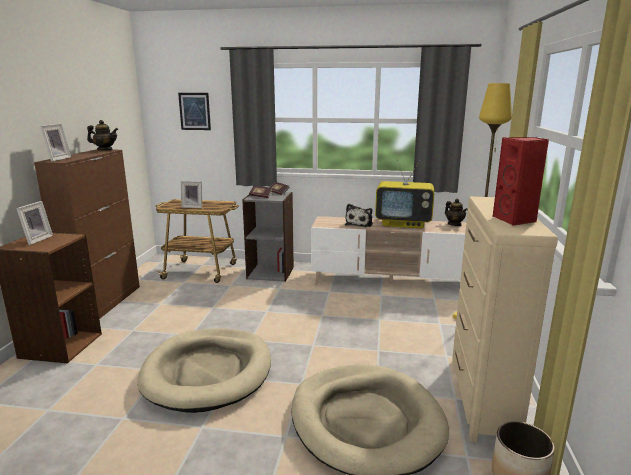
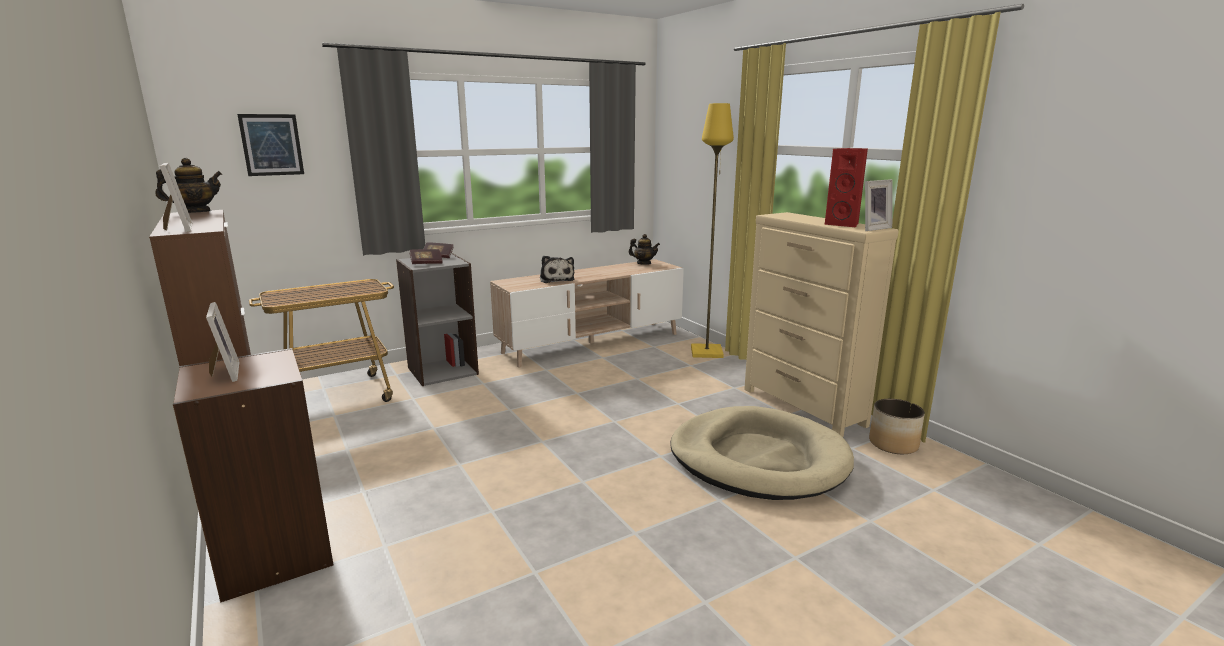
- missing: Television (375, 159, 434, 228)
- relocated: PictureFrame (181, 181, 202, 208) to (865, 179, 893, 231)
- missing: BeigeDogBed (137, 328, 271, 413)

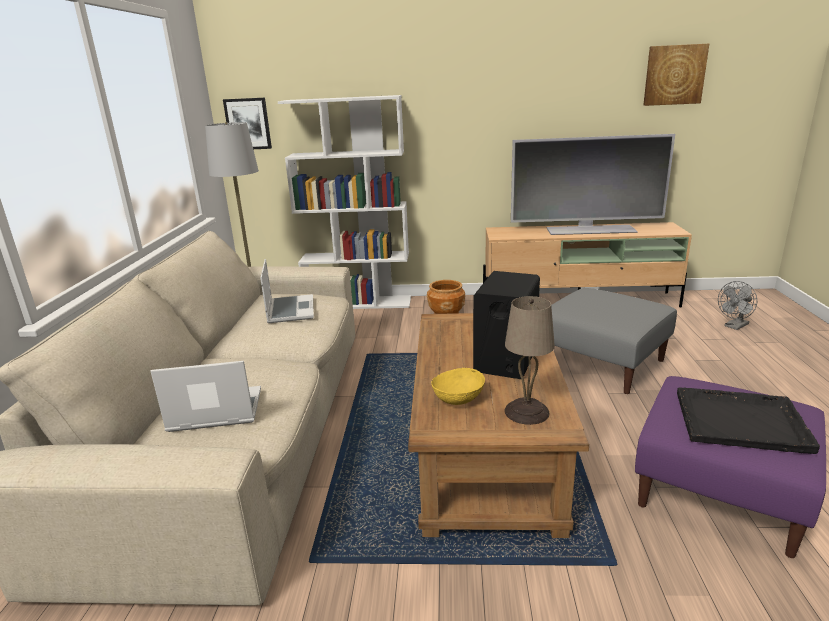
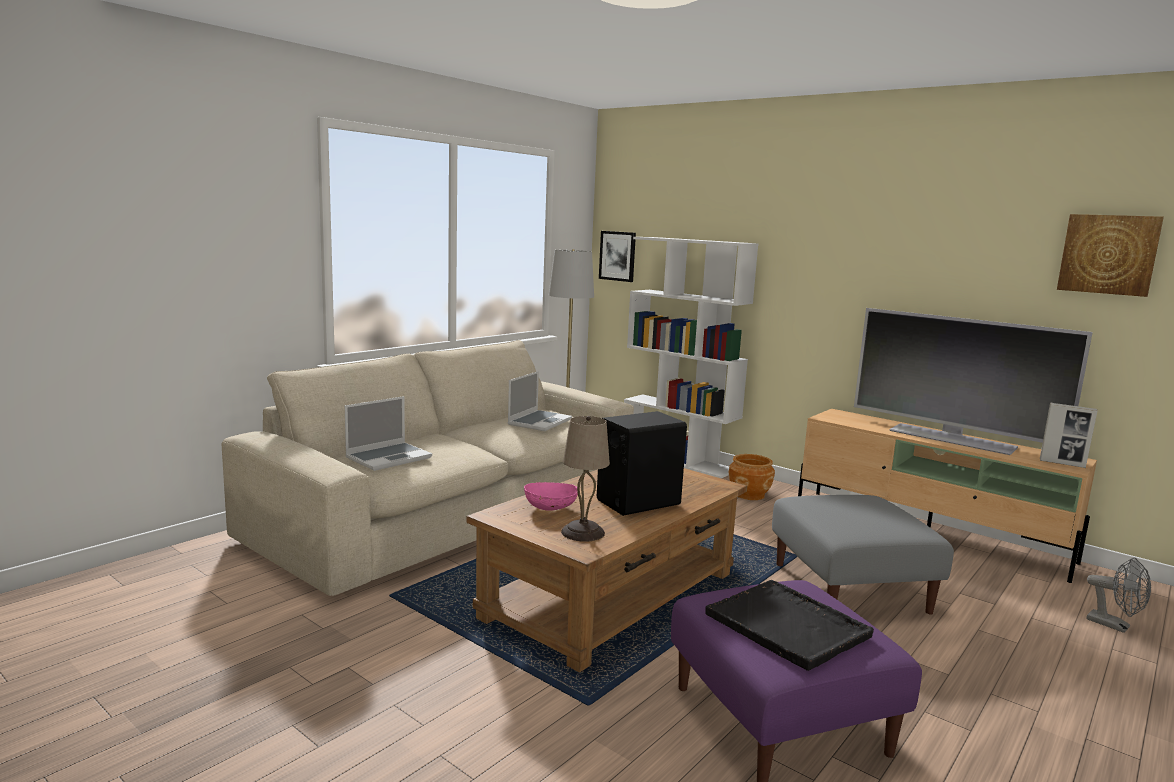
- spun: GreyFan (718, 281, 757, 330) = (1086, 558, 1151, 633) 135 degrees counterclockwise
- spun: Laptop (150, 361, 261, 432) = (345, 396, 432, 471) 105 degrees clockwise
- colour: YellowBowl (431, 368, 485, 405) to PinkBowl (524, 482, 578, 511)
- appeared: PictureFrame (1040, 402, 1098, 468)

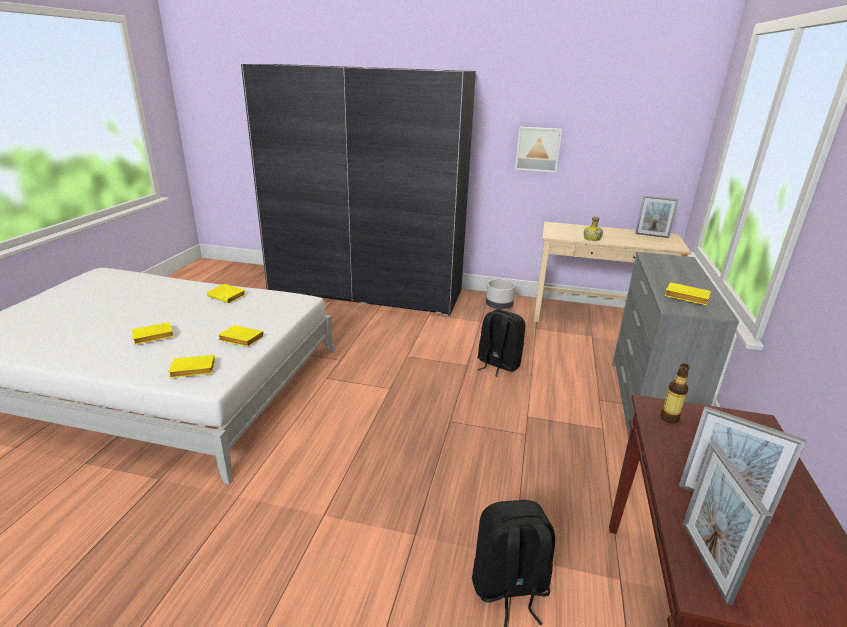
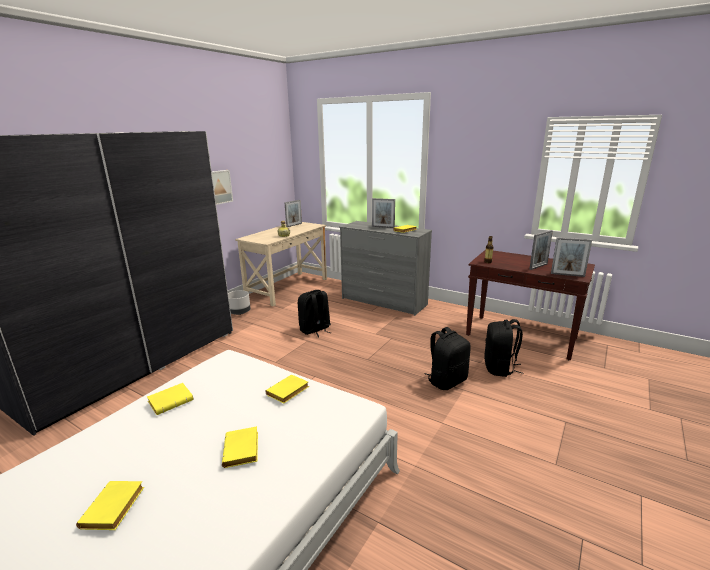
- relocated: YellowBook (169, 355, 215, 378) to (76, 481, 144, 530)
- appeared: PictureFrame (372, 198, 395, 228)
- appeared: BlackBackpack (424, 327, 471, 390)

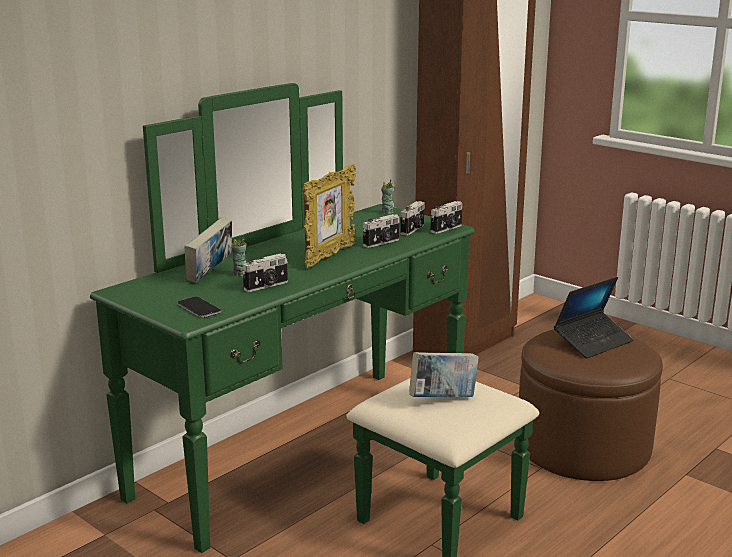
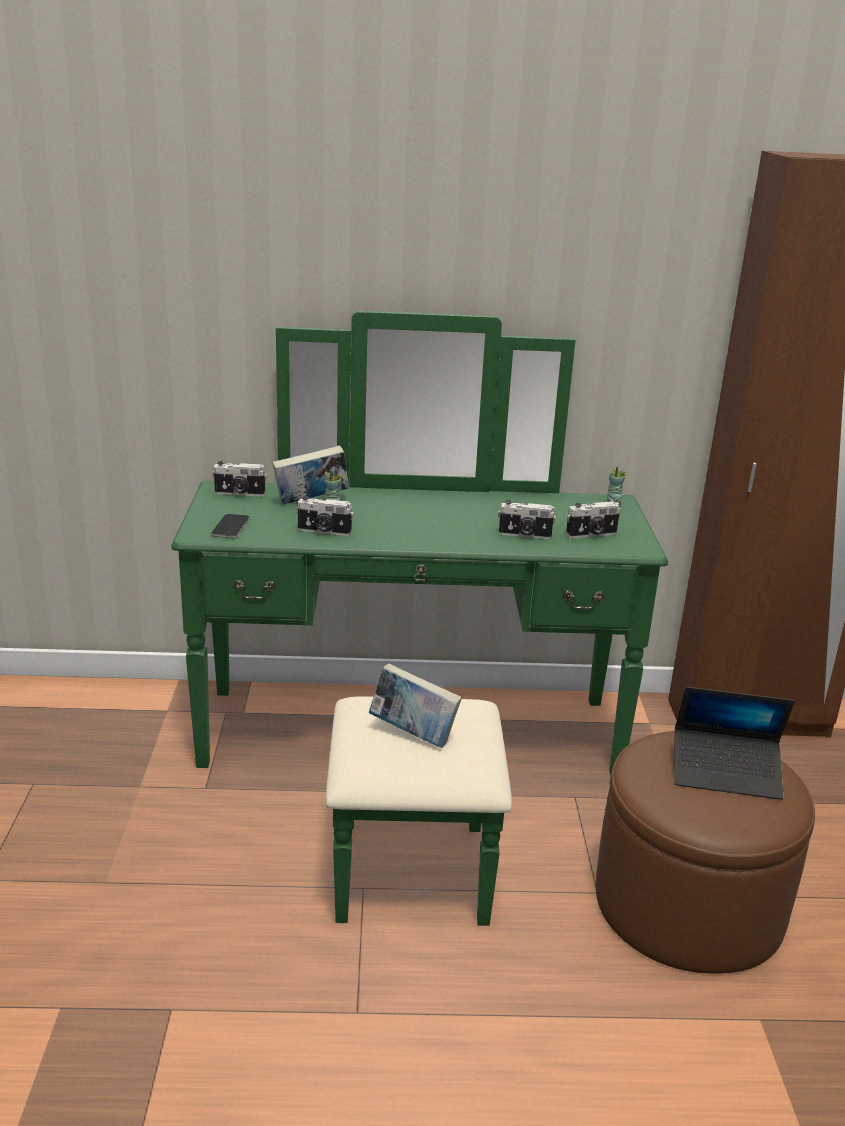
- missing: PictureFrame (303, 164, 356, 268)
- relocated: PhotoCamera (430, 201, 462, 234) to (212, 461, 267, 497)

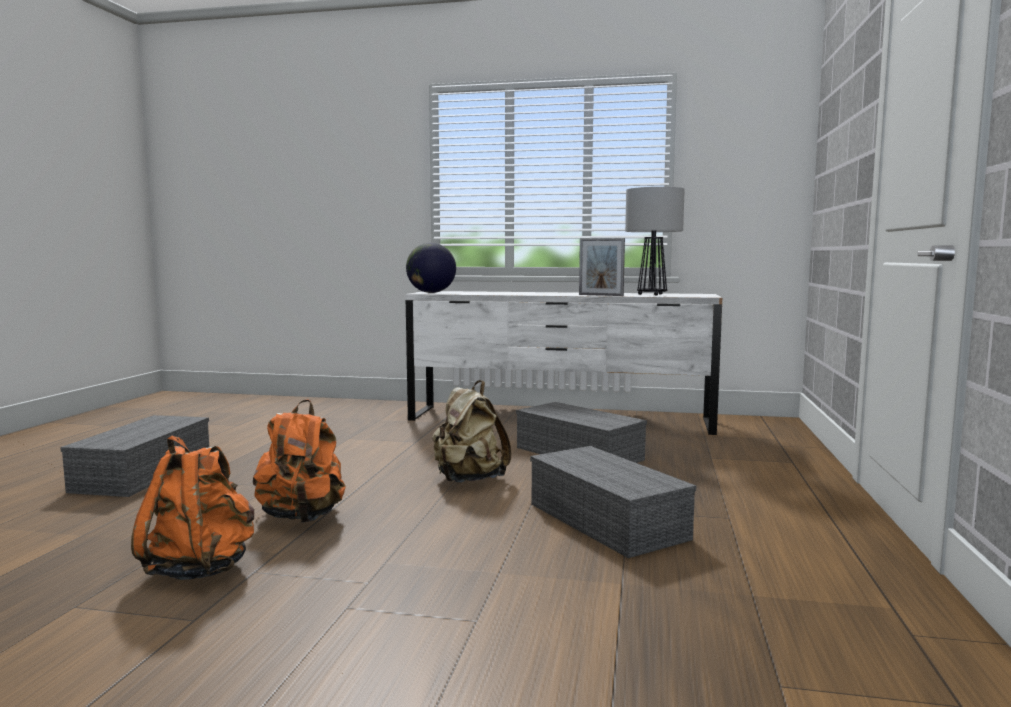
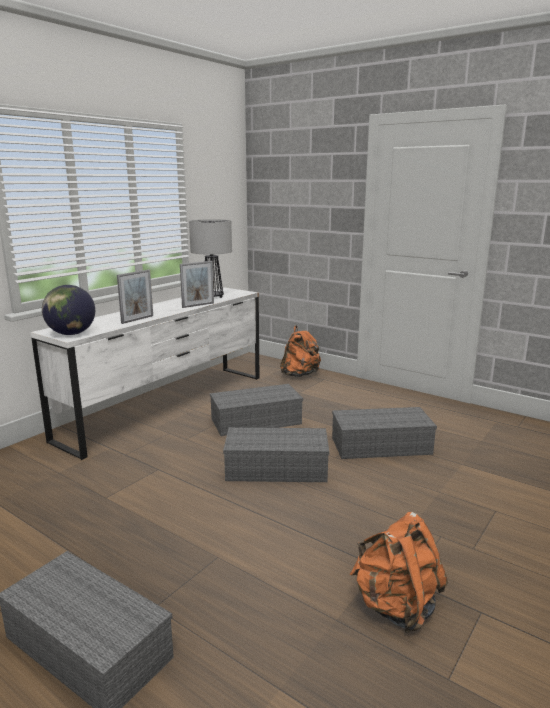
- exchanged: BeigeBackpack (432, 380, 511, 483) to GreyStorageBox (223, 427, 329, 482)
- relocated: OrangeBackpack (253, 399, 345, 523) to (280, 325, 321, 377)
- appeared: PictureFrame (117, 269, 153, 324)

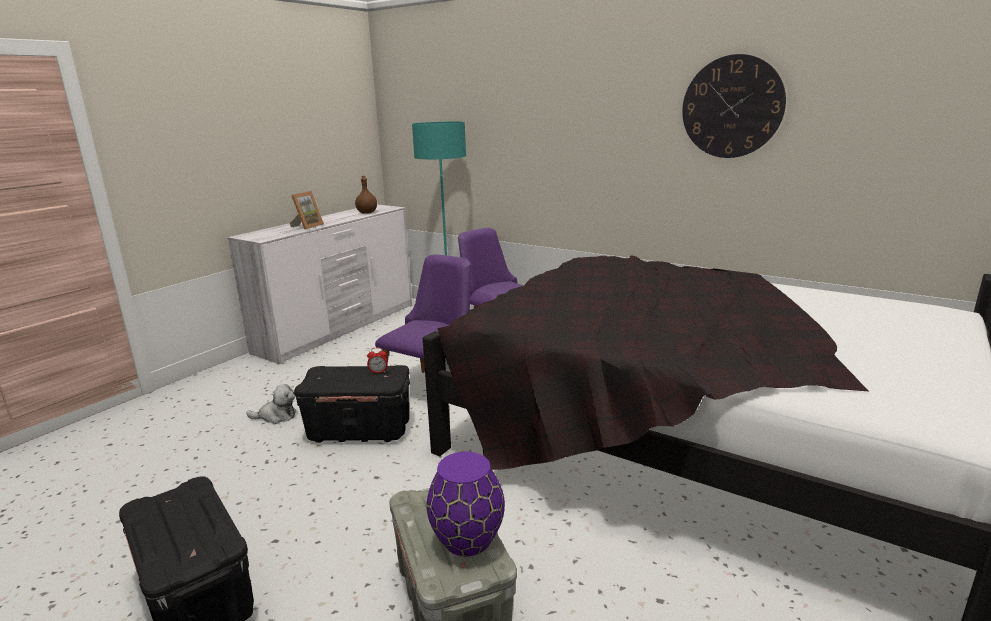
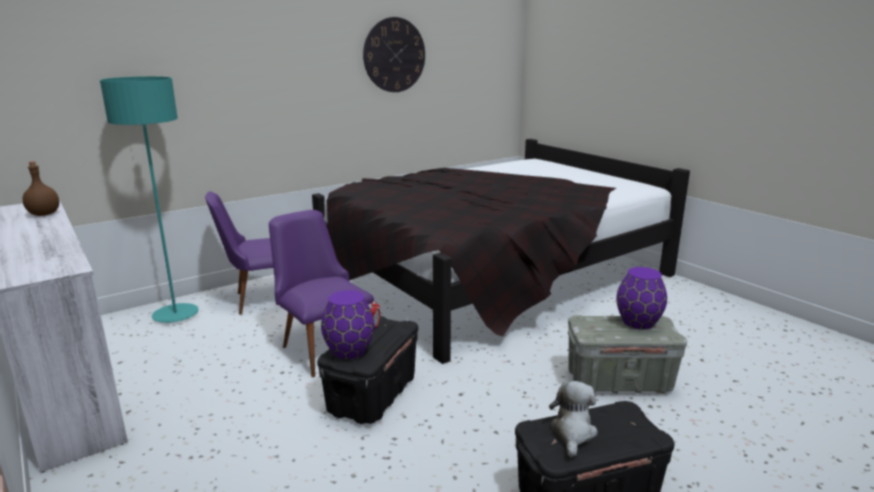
- missing: PictureFrame (290, 191, 324, 230)
- relocated: PlushToy (246, 384, 296, 424) to (549, 381, 598, 457)
- appeared: PurpleVase (321, 290, 374, 359)

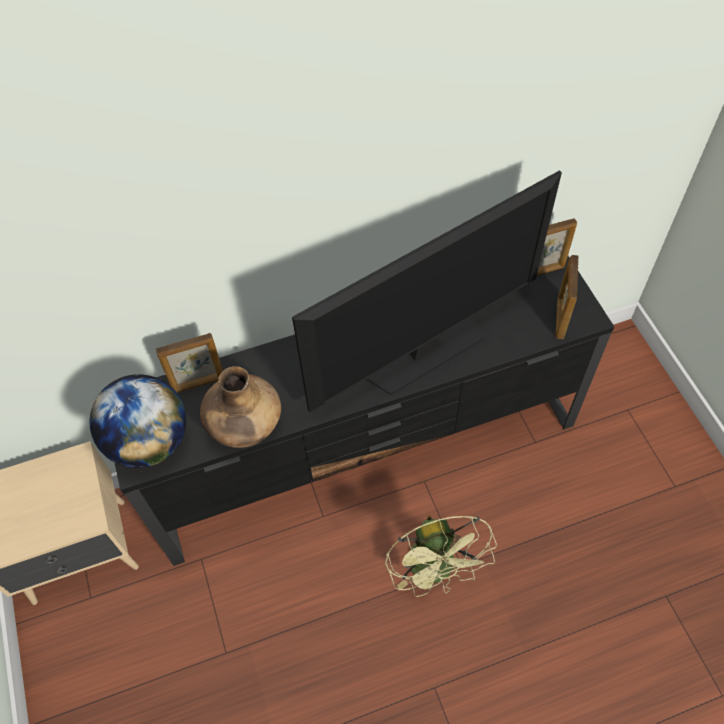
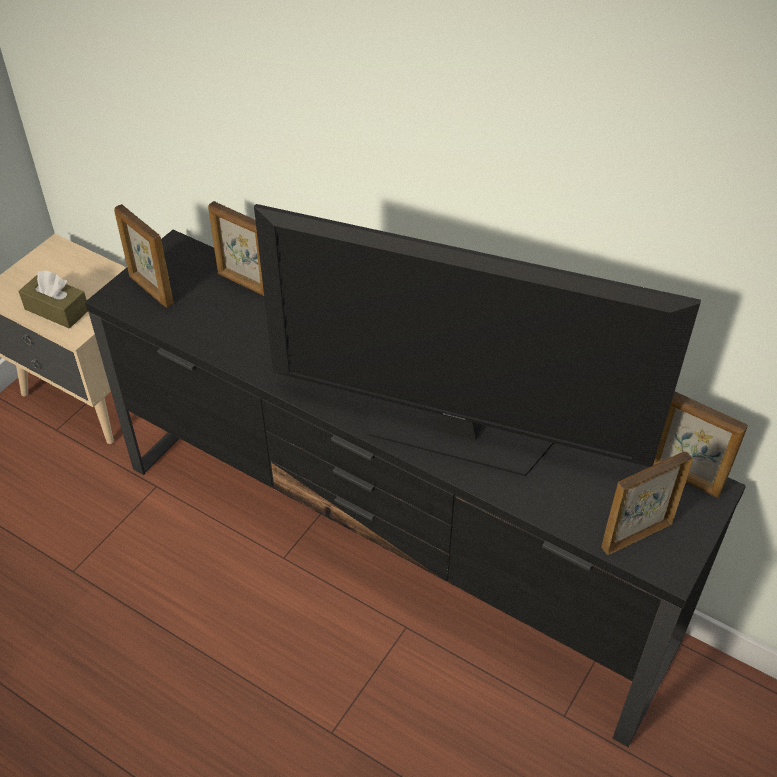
- missing: BrownVase (200, 366, 281, 448)
- exchanged: Globe (90, 374, 186, 468) to PictureFrame (114, 204, 174, 307)
- missing: GreenFan (385, 515, 497, 597)
- appeared: BrownTissueBox (19, 271, 88, 329)

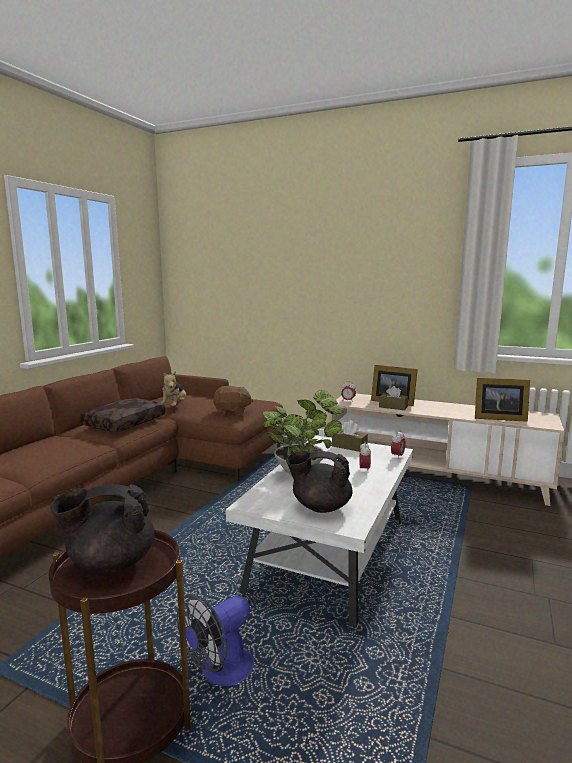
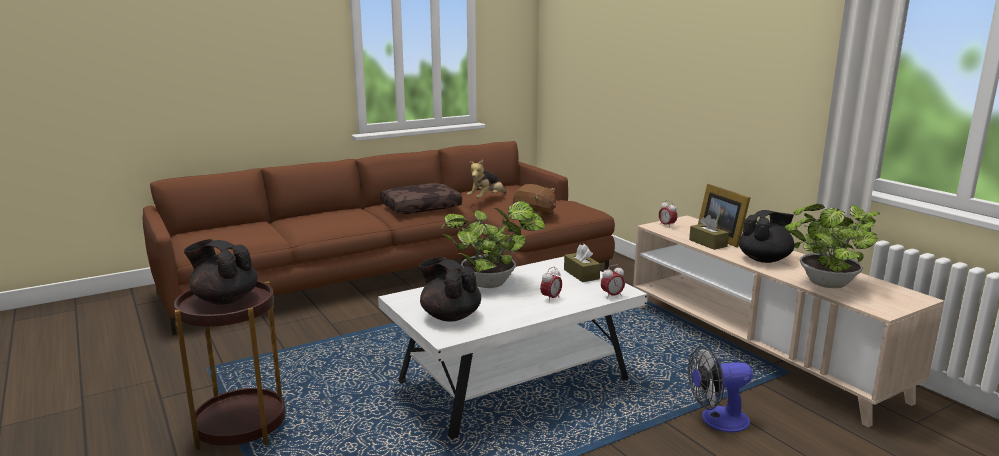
- exchanged: PictureFrame (475, 378, 530, 422) to PottedPlant (785, 204, 880, 288)
- relocated: Fan (177, 595, 254, 686) to (688, 346, 753, 432)
- appeared: BlackTeapot (739, 210, 795, 263)

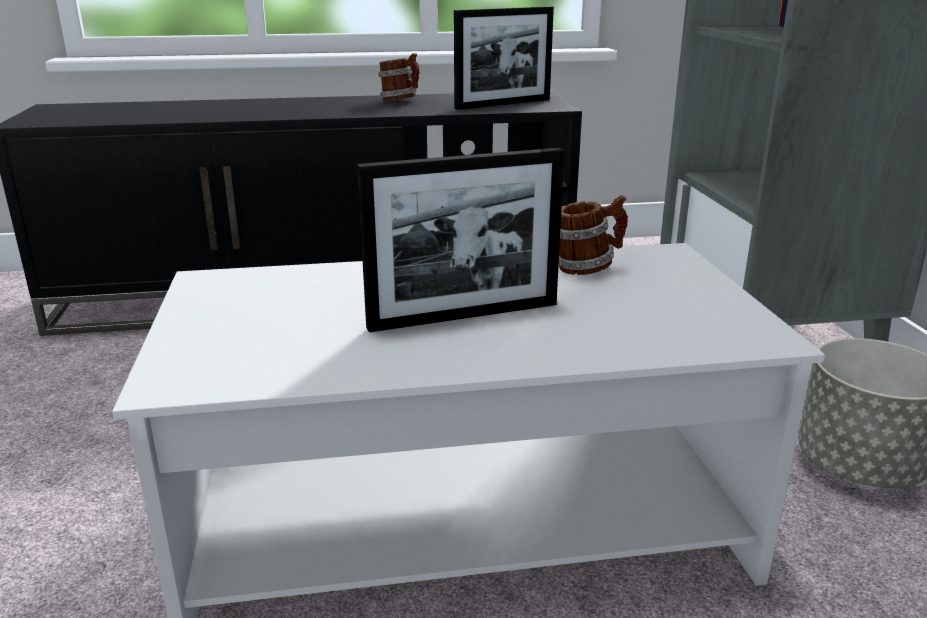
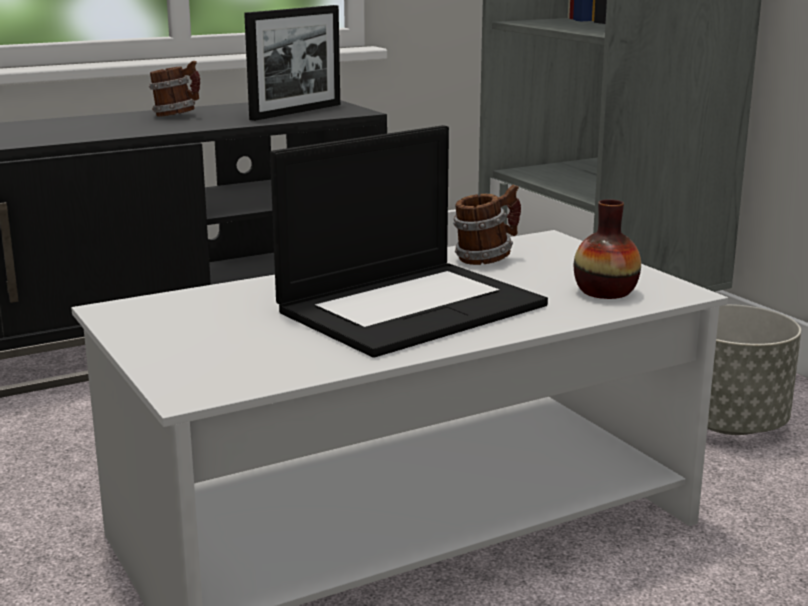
- exchanged: PictureFrame (357, 148, 565, 332) to Laptop (270, 125, 548, 358)
- appeared: Vase (574, 199, 641, 299)

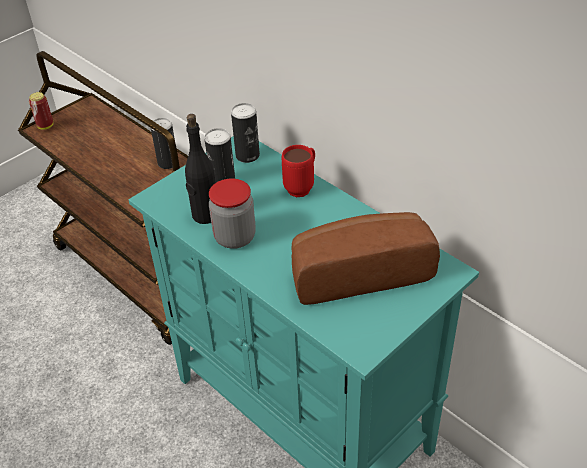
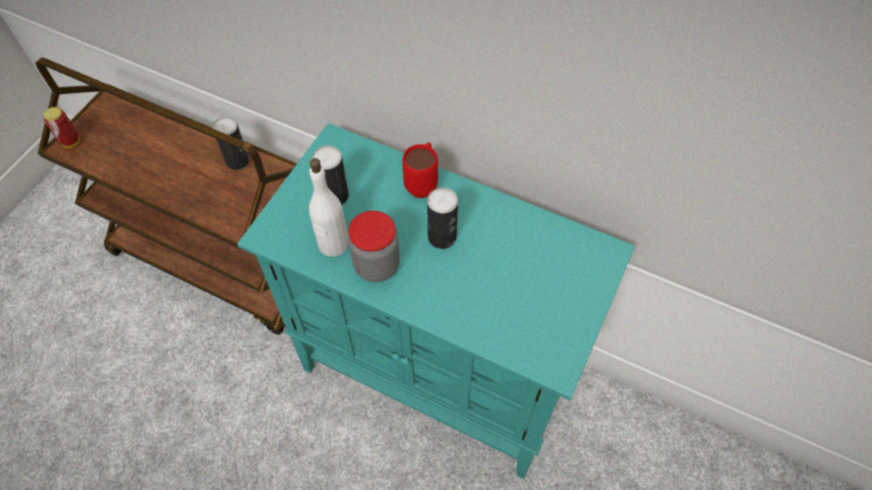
- relocated: Can (231, 103, 260, 163) to (427, 187, 458, 249)
- colour: BlackBottle (185, 114, 216, 224) to WhiteBottle (309, 158, 349, 257)
- missing: Bread (291, 212, 440, 305)

